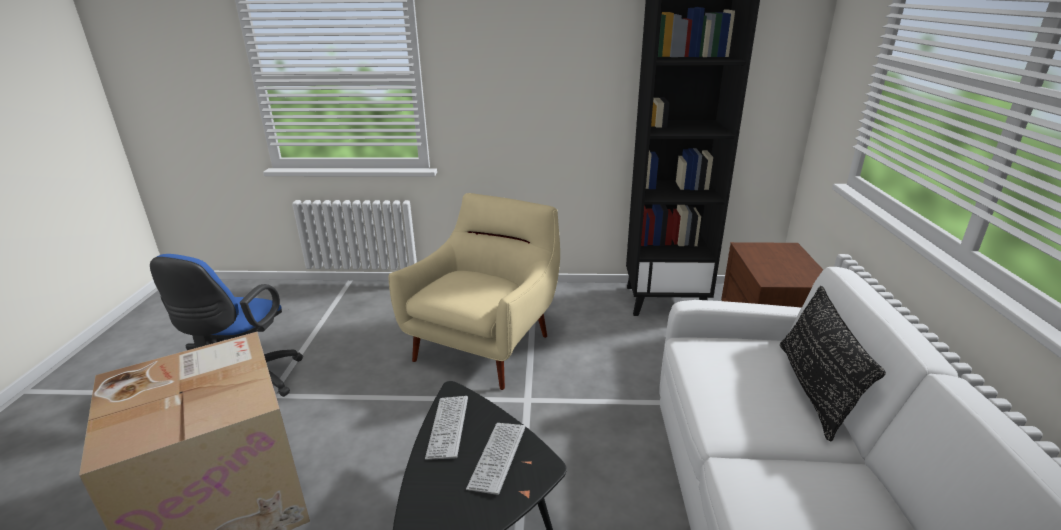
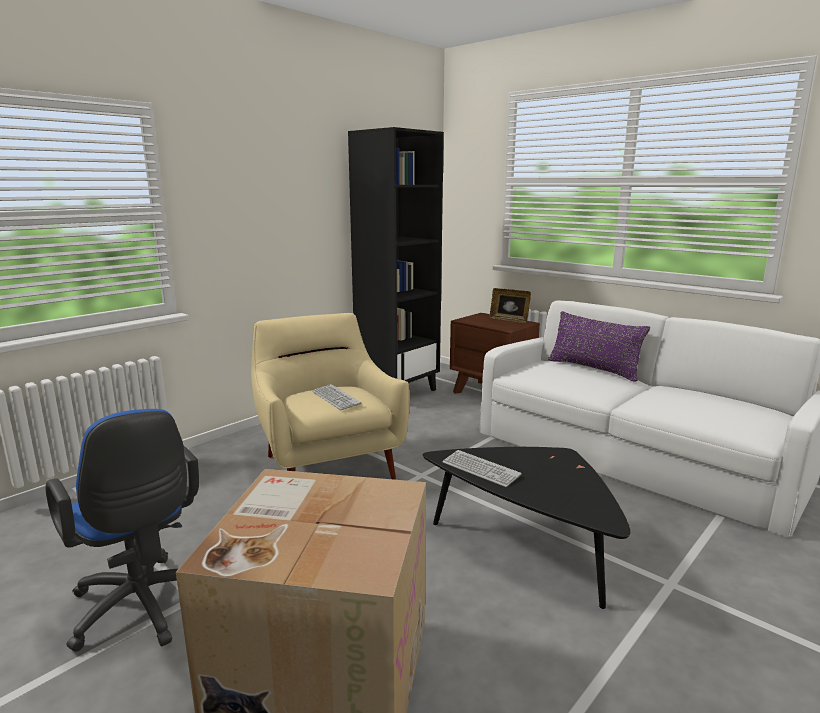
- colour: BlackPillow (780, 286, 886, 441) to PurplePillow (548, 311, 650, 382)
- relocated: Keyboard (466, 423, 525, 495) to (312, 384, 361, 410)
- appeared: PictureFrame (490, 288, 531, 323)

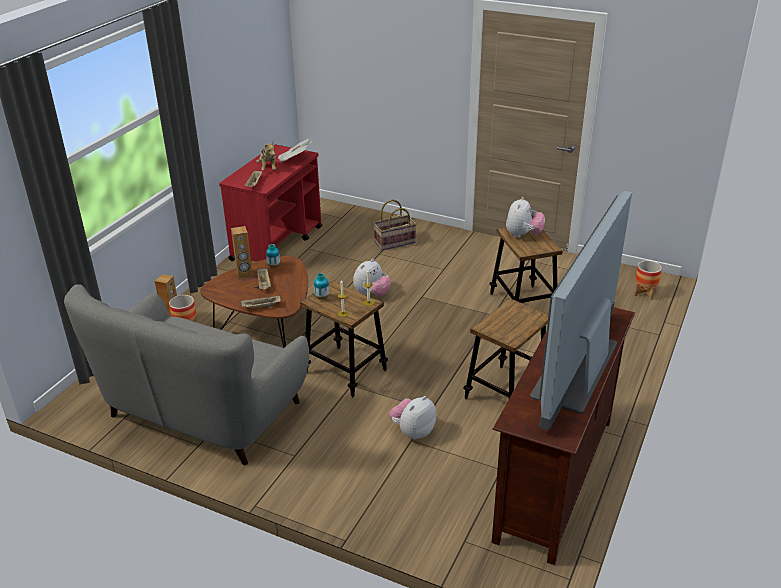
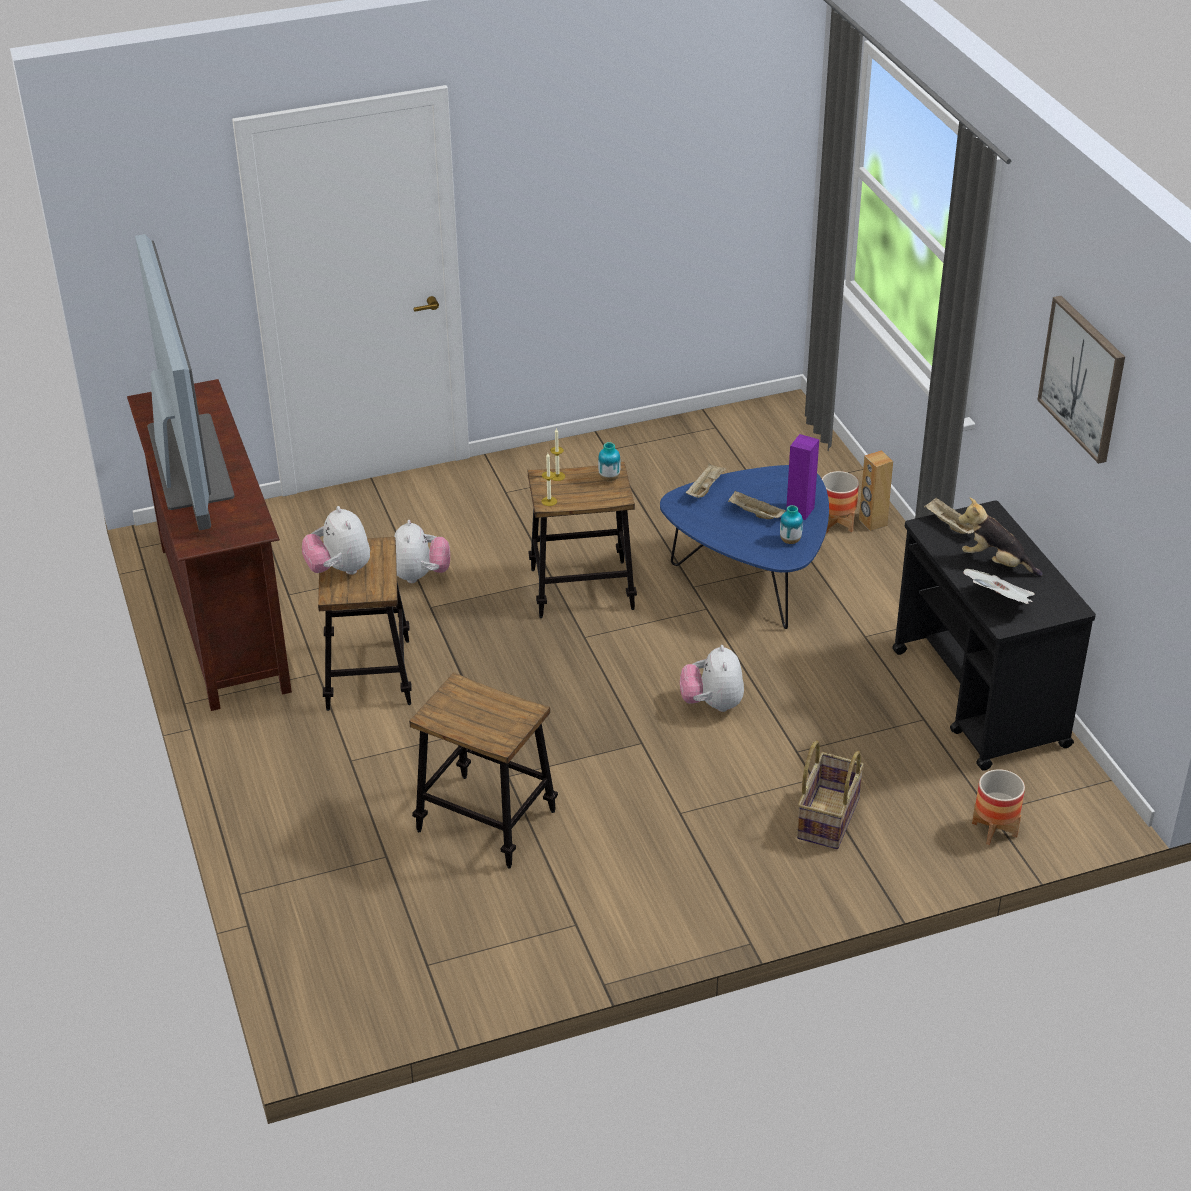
- colour: RedCart (219, 144, 322, 262) to BlackCart (892, 501, 1096, 771)
- relocated: PlushToy (506, 197, 545, 238) to (302, 506, 370, 575)
- colour: BrownSpeaker (231, 226, 253, 279) to PurpleSpeaker (786, 434, 819, 520)
- colour: BrownCoffeeTable (200, 256, 308, 348) to BlueCoffeeTable (660, 465, 829, 629)
- relocated: Planter (634, 260, 662, 300) to (972, 769, 1025, 845)
- missing: GreySofa (64, 285, 309, 465)
- appeared: Picture (1037, 296, 1125, 464)

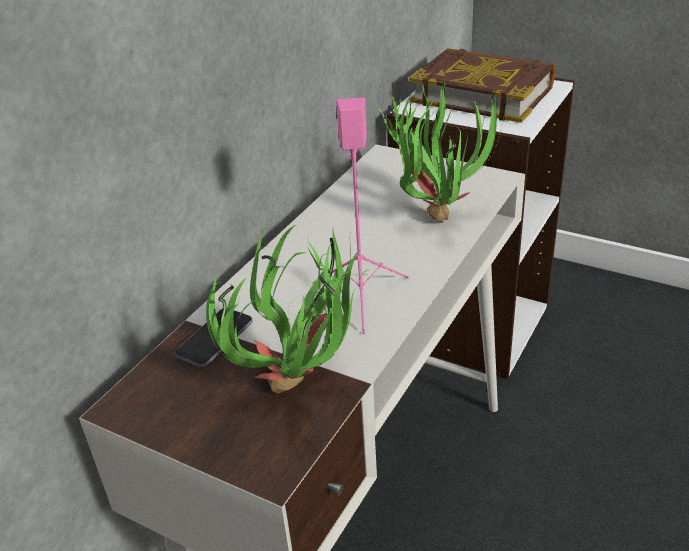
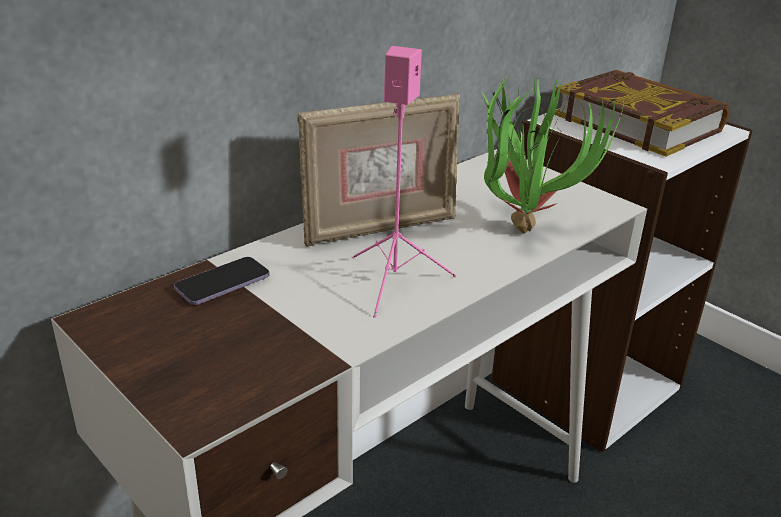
- missing: PottedPlant (206, 221, 368, 393)
- appeared: PictureFrame (297, 93, 460, 247)

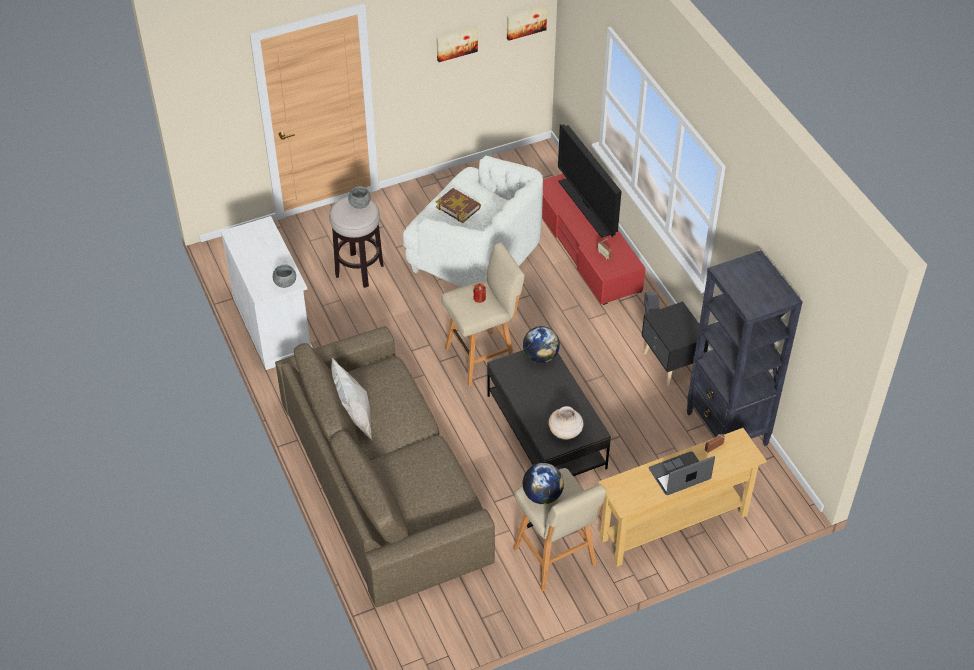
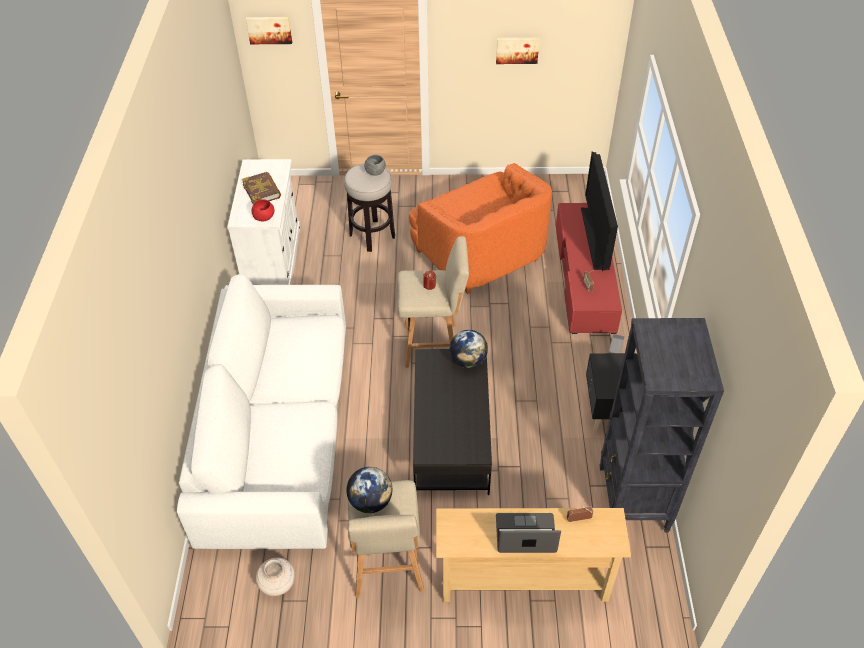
- relocated: Picture (507, 5, 547, 41) to (246, 17, 292, 44)
- colour: WhiteArmchair (403, 156, 543, 287) to OrangeArmchair (409, 163, 552, 294)
- relocated: Book (435, 188, 481, 223) to (242, 172, 281, 204)
- colour: GreyBowl (273, 265, 296, 288) to RedBowl (251, 199, 274, 221)
- colour: BrownSofa (275, 326, 495, 608) to WhiteSofa (177, 274, 346, 549)
- missing: WhitePillow (331, 358, 372, 440)
- relocated: BeigeVase (548, 406, 583, 440) to (256, 557, 295, 596)

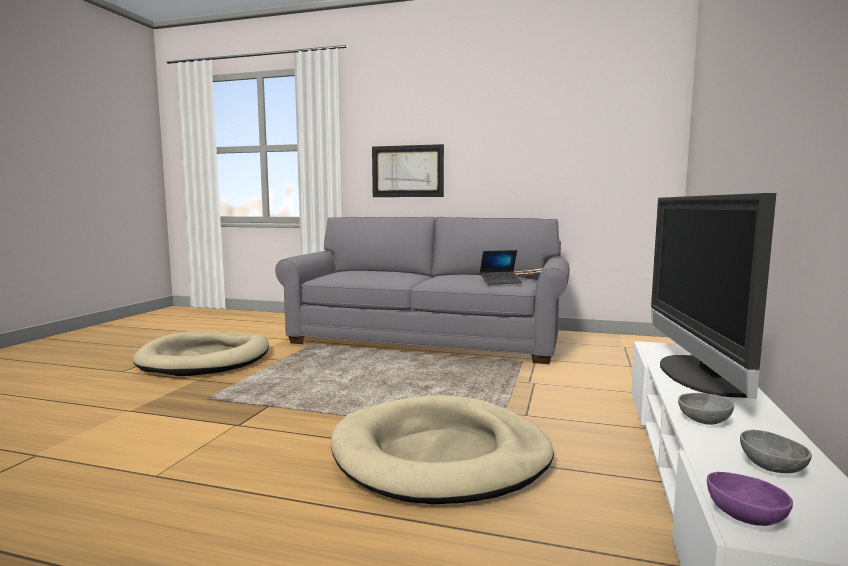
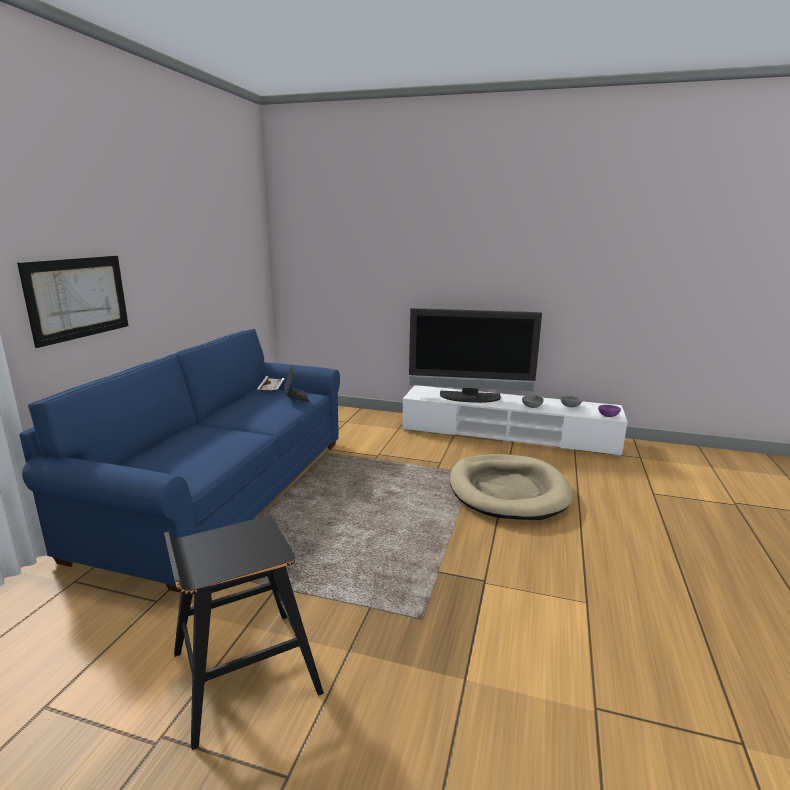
- colour: GreySofa (275, 217, 570, 364) to BlueSofa (20, 329, 340, 593)
- exchanged: BeigeDogBed (133, 332, 269, 376) to BlackStool (164, 516, 324, 750)

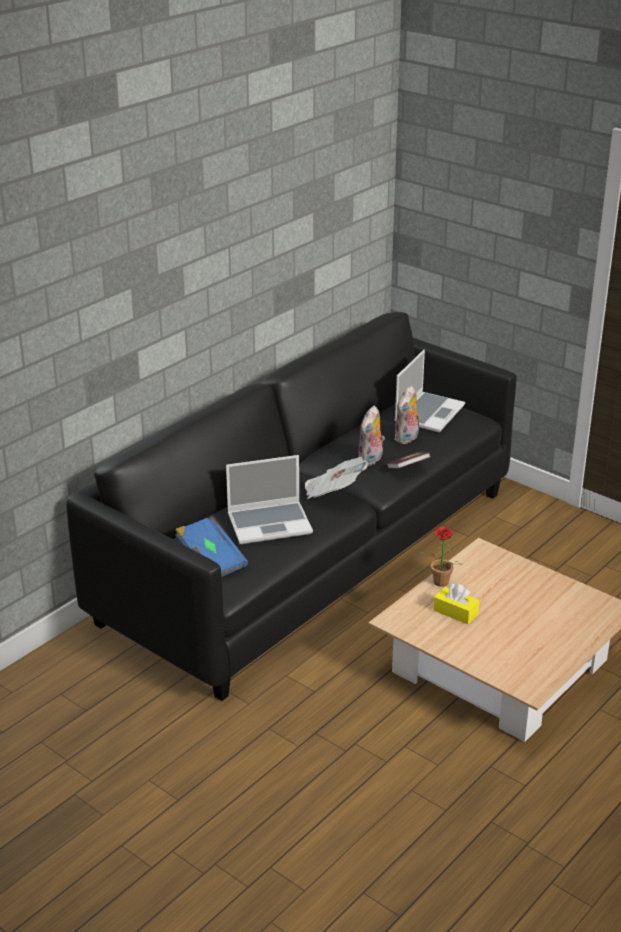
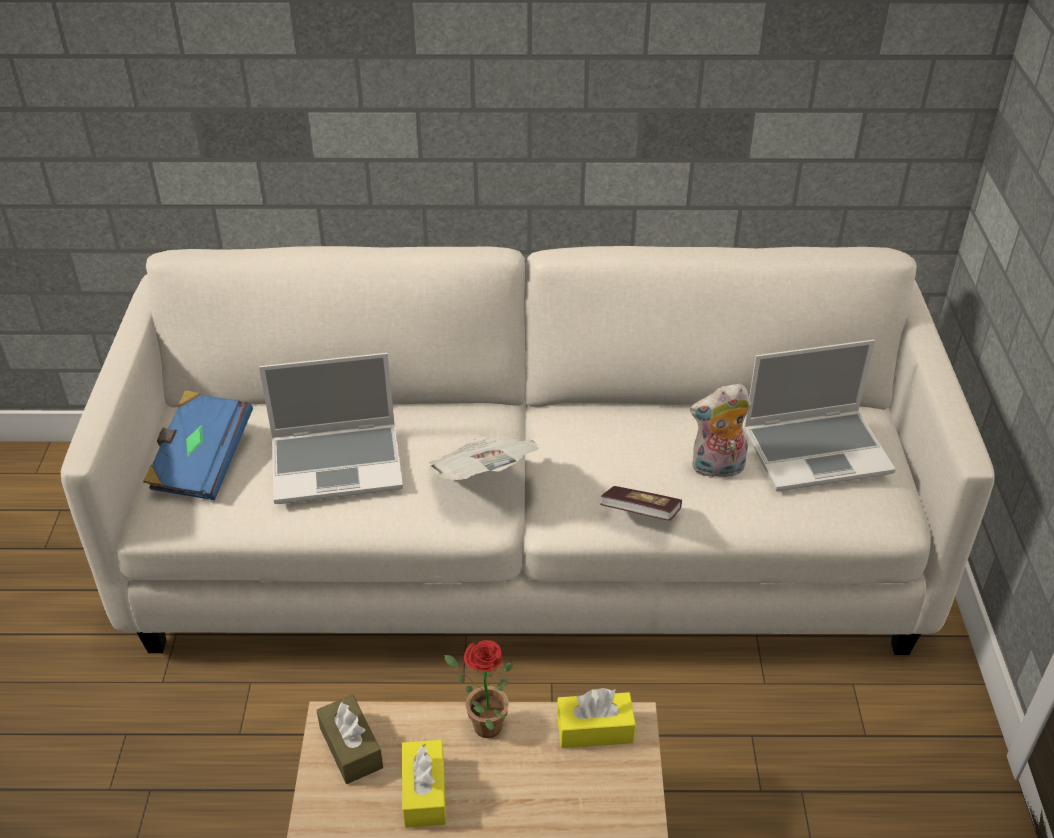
- colour: BlackSofa (67, 312, 517, 701) to WhiteSofa (61, 246, 995, 655)
- missing: PlushToy (359, 406, 385, 466)
- spun: Laptop (226, 455, 313, 544) = (259, 353, 403, 504) 45 degrees counterclockwise
- appeared: YellowTissueBox (557, 688, 636, 748)
- appeared: BrownTissueBox (317, 695, 383, 784)

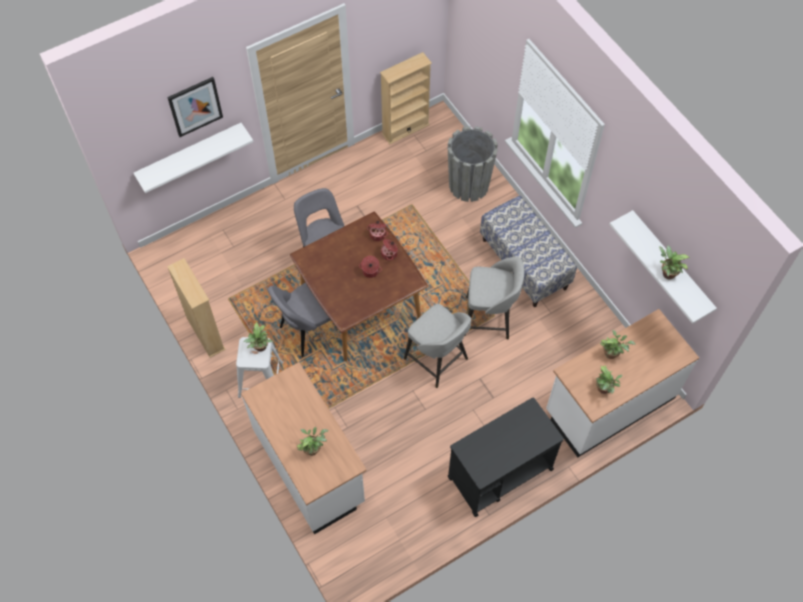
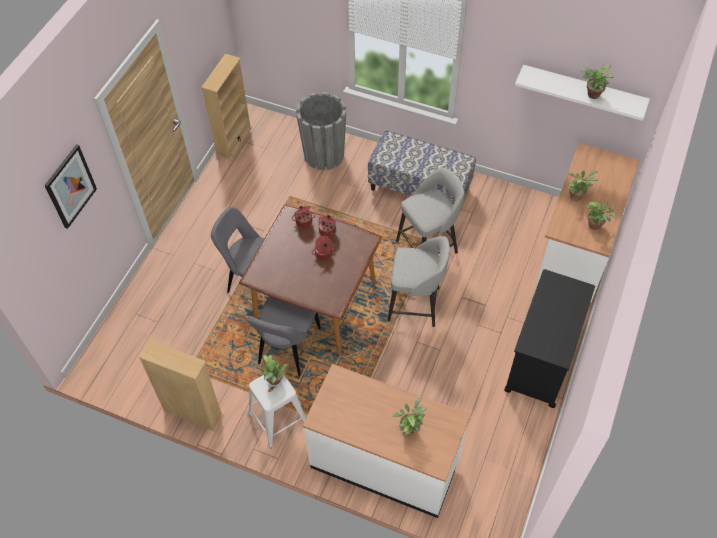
- missing: WhiteShelf (134, 123, 253, 193)

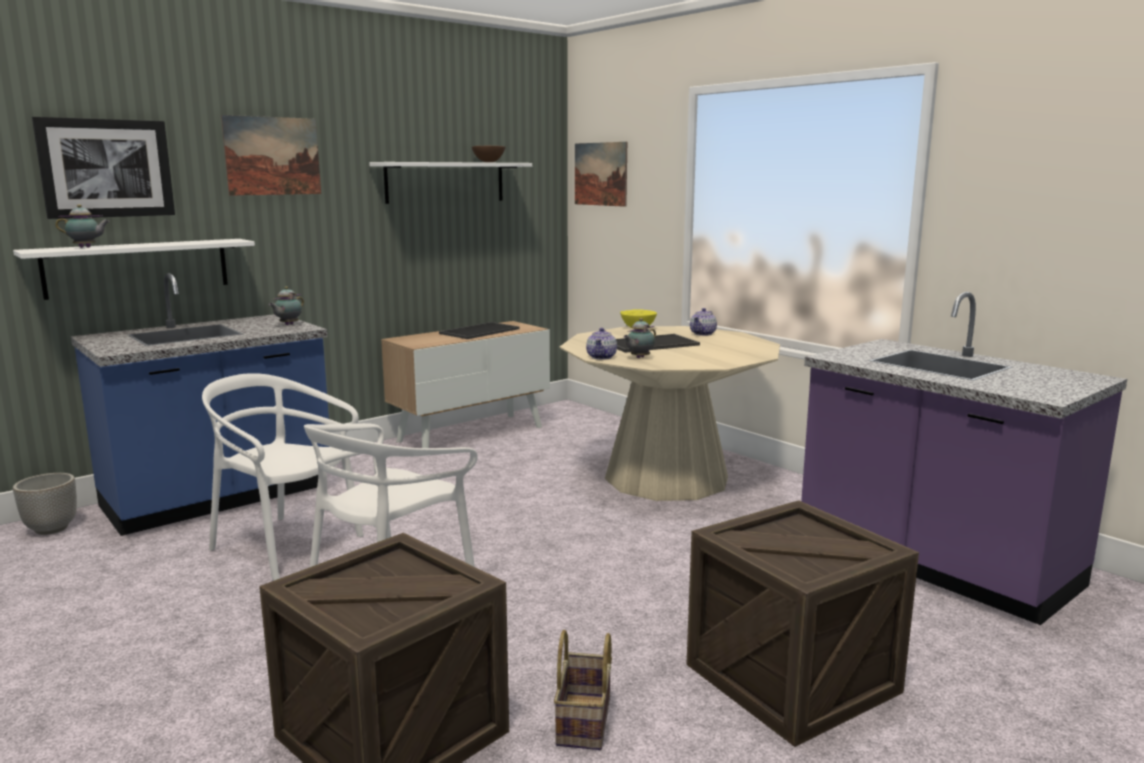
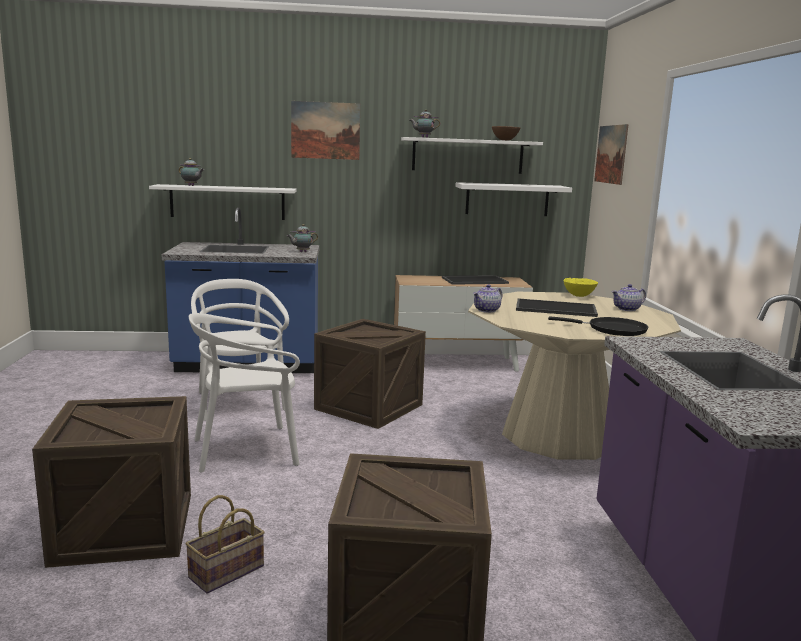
- missing: Picture (32, 117, 175, 219)
- relocated: Teapot (624, 318, 656, 358) to (410, 110, 440, 138)
- missing: Planter (13, 473, 77, 535)
- appeared: WhiteShelf (455, 182, 572, 216)
- appeared: BlackFryingPan (548, 317, 648, 336)
- appeared: Crate (314, 319, 426, 429)

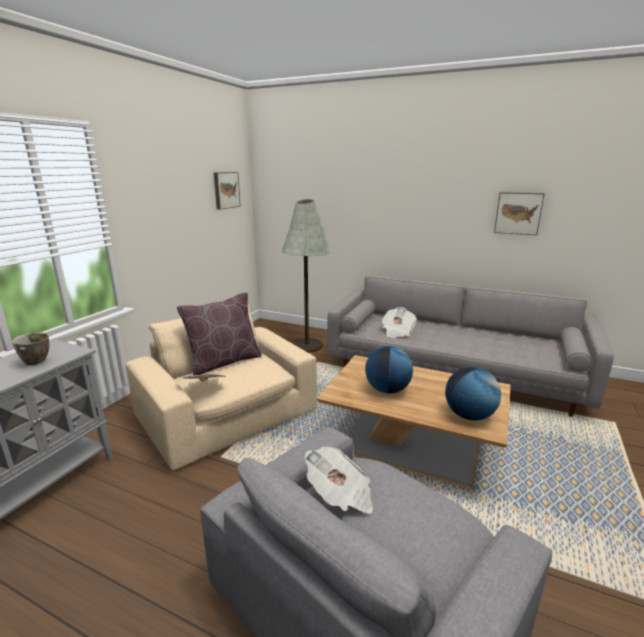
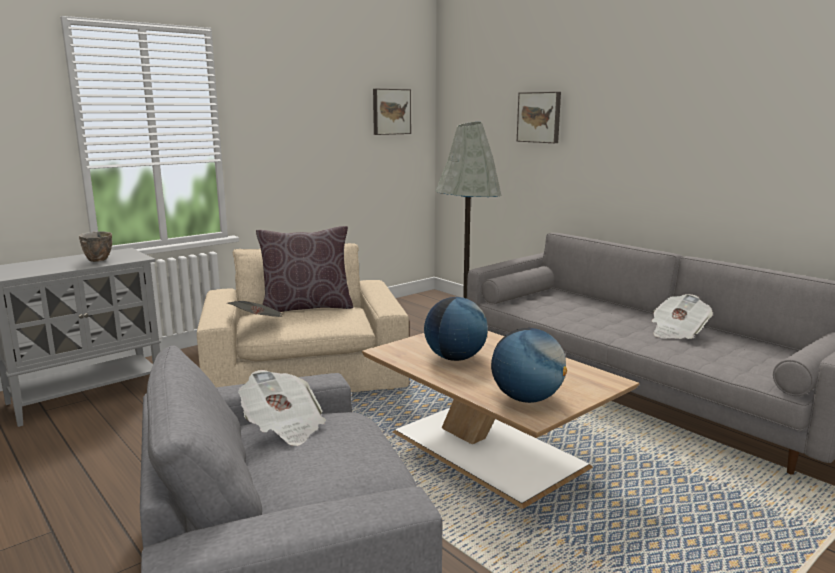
- relocated: Picture (494, 192, 545, 235) to (517, 92, 561, 143)
- relocated: Newspaper (382, 307, 417, 338) to (652, 294, 713, 339)

